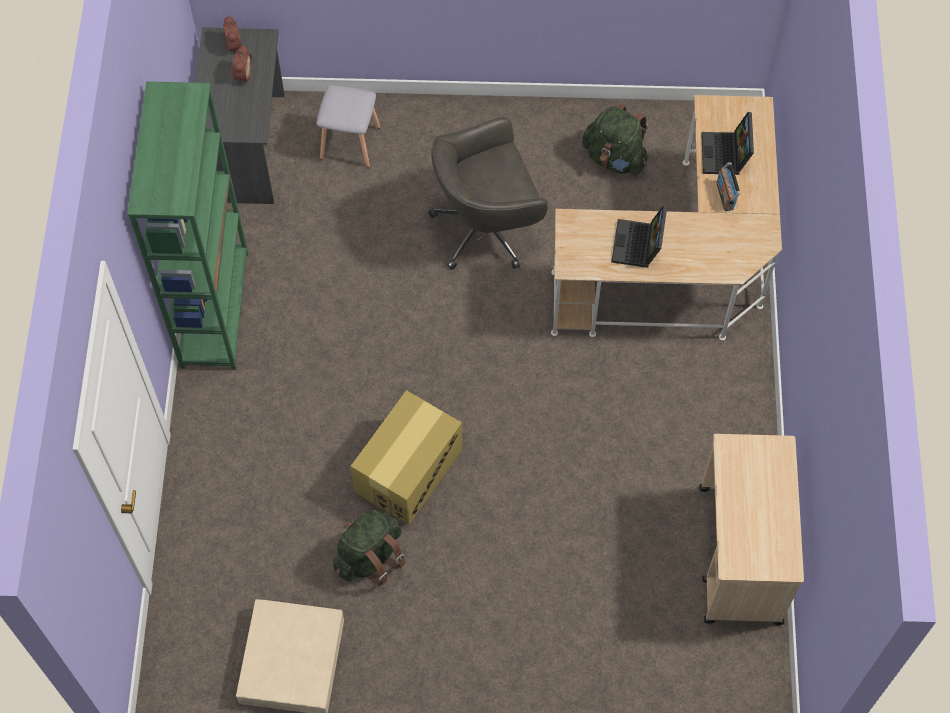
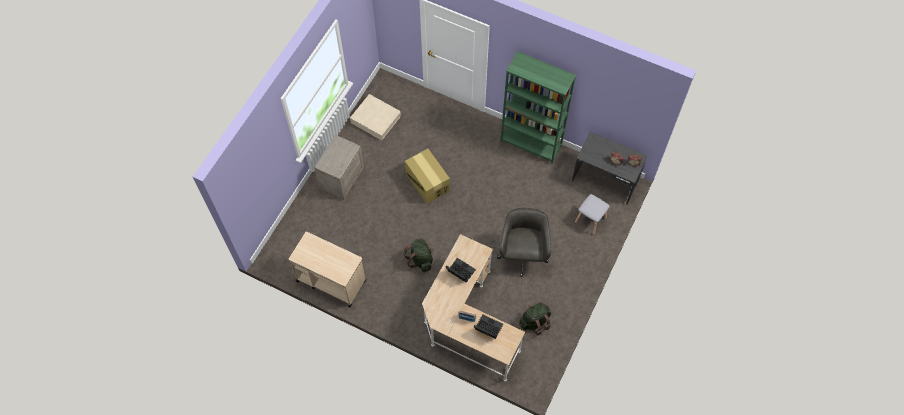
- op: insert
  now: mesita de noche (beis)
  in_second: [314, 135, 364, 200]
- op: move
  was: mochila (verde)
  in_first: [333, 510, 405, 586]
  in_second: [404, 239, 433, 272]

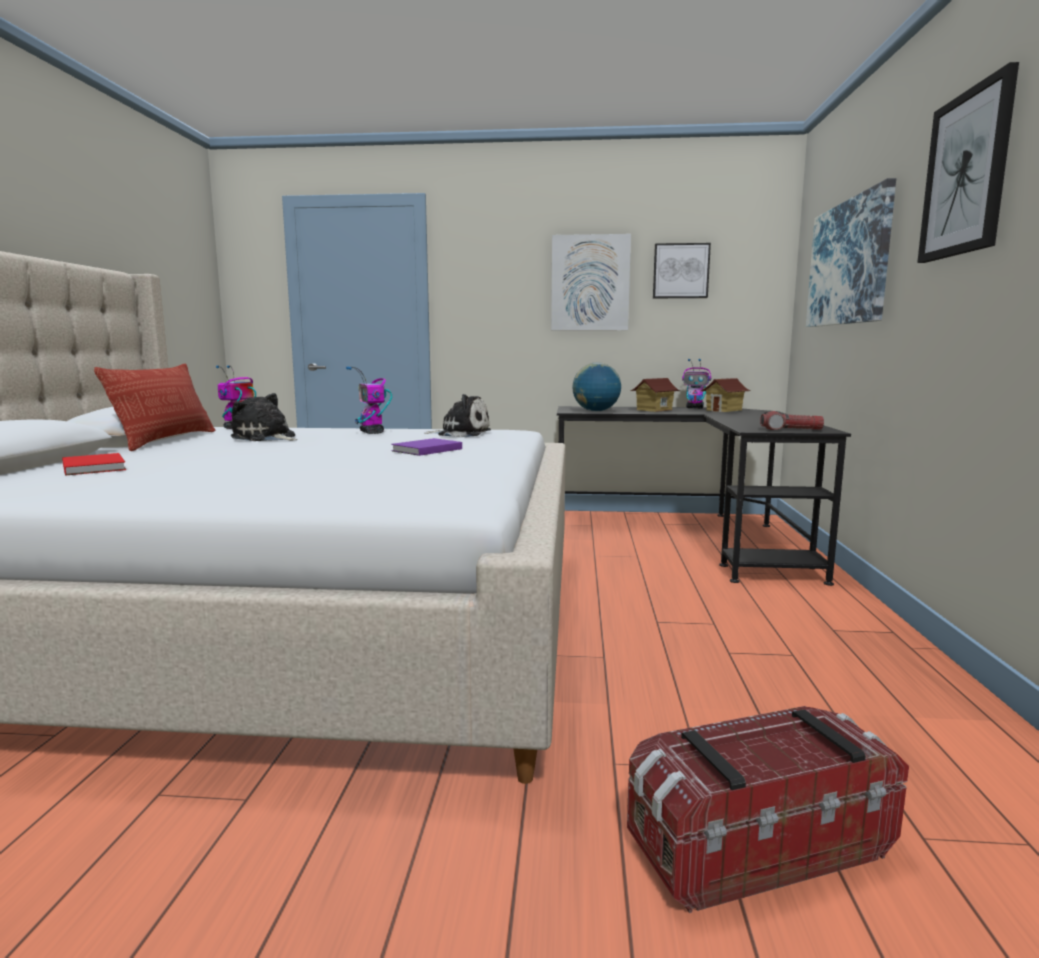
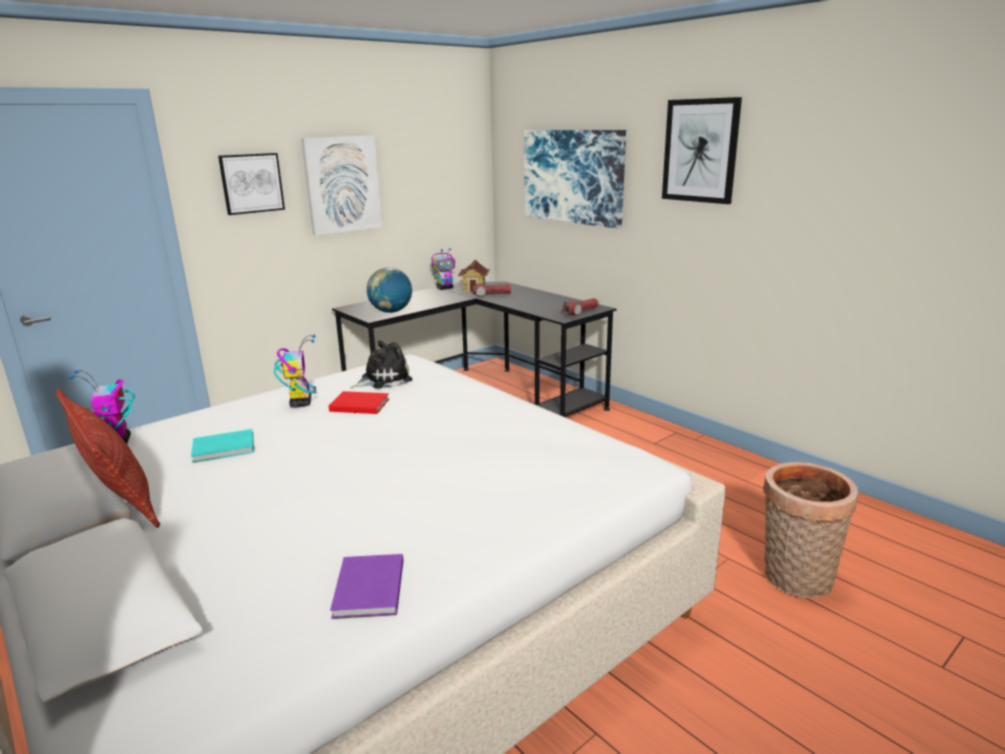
- op: replace
  was: peluche
  now: libro (turquesa)
  in_first: [231, 393, 297, 441]
  in_second: [191, 429, 254, 463]
- op: move
  was: cuadro
  in_first: [653, 243, 711, 298]
  in_second: [218, 153, 285, 215]
- op: rotate
  was: robot de juguete
  in_first: [346, 366, 392, 434]
  in_second: [274, 335, 316, 408]
  clockwise: -120
- op: move
  was: libro (rojo)
  in_first: [62, 453, 126, 476]
  in_second: [329, 391, 389, 414]
- op: move
  was: libro (morado)
  in_first: [391, 438, 462, 456]
  in_second: [330, 554, 403, 619]
- op: insert
  now: linterna
  in_second: [472, 284, 511, 297]
- op: replace
  was: caja de almacenaje
  now: cesta
  in_first: [627, 706, 909, 913]
  in_second: [763, 462, 858, 598]
- op: delete
  was: casita
  in_first: [630, 378, 680, 412]

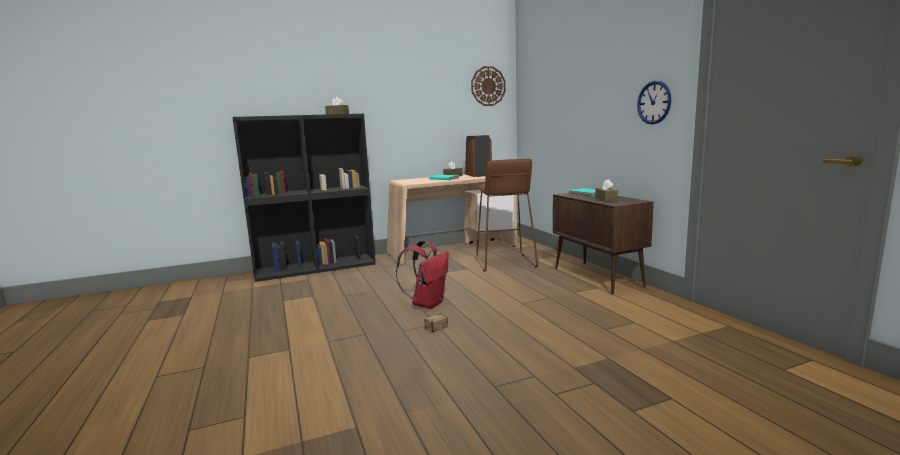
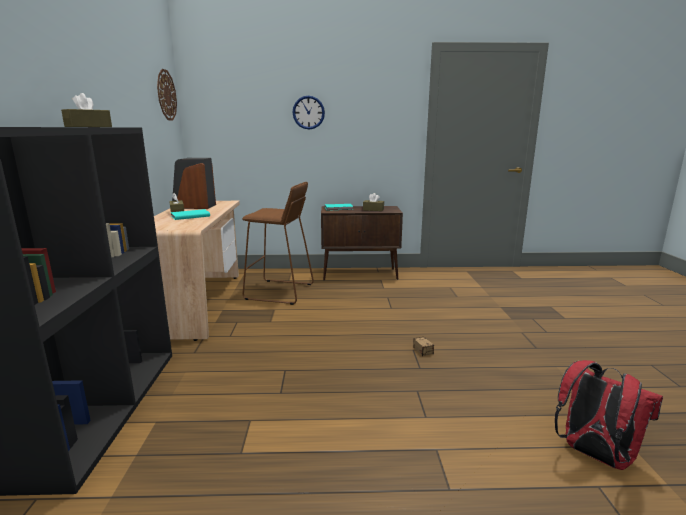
- op: move
  was: reloj de pared
  in_first: [637, 81, 671, 124]
  in_second: [293, 95, 325, 129]
- op: move
  was: mochila (rojo)
  in_first: [396, 240, 449, 309]
  in_second: [555, 360, 663, 470]

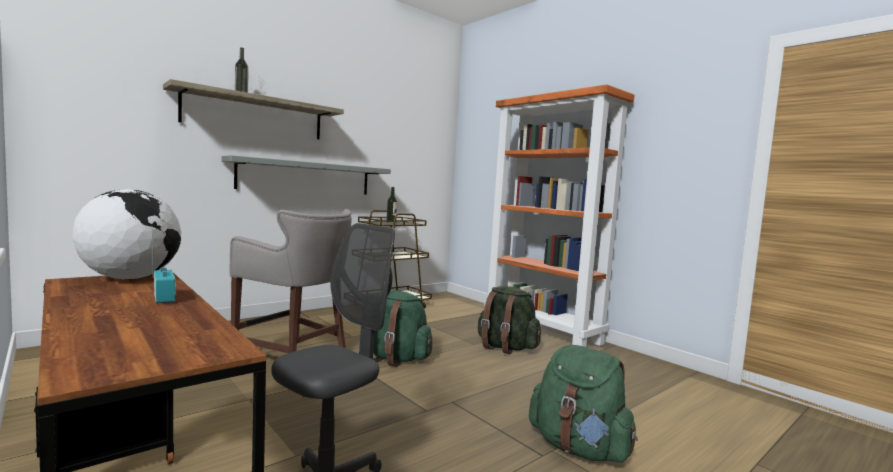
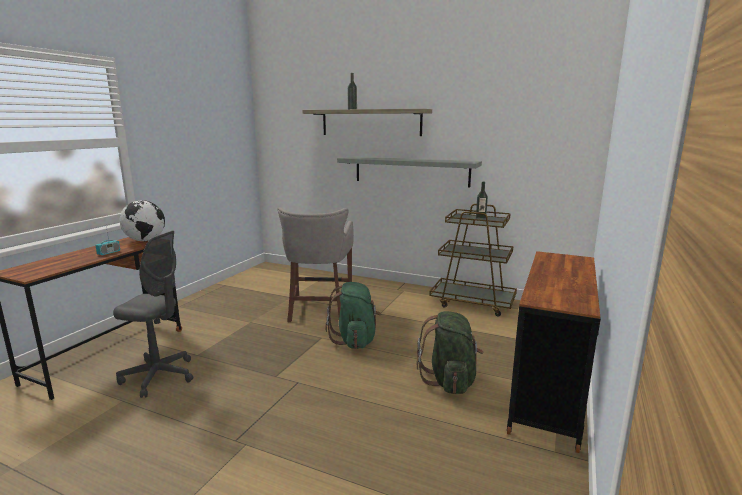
- op: replace
  was: estantería (naranja)
  now: escritorio (marrón)
  in_first: [484, 85, 634, 347]
  in_second: [507, 251, 601, 453]
- op: delete
  was: mochila (verde)
  in_first: [529, 345, 638, 463]

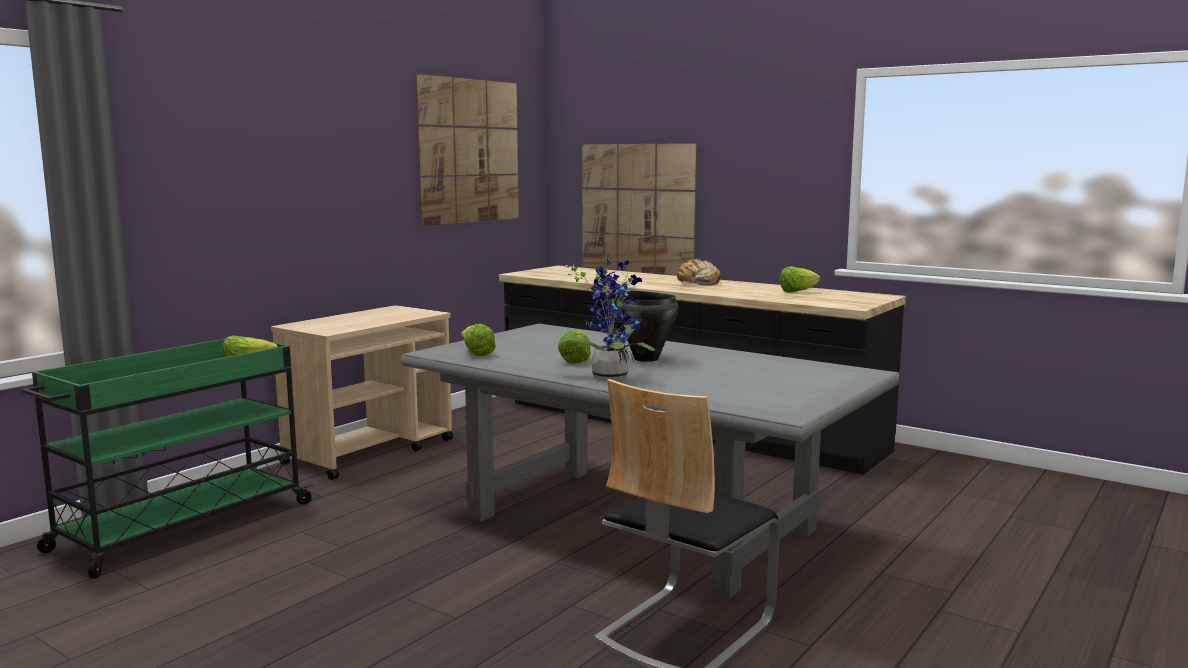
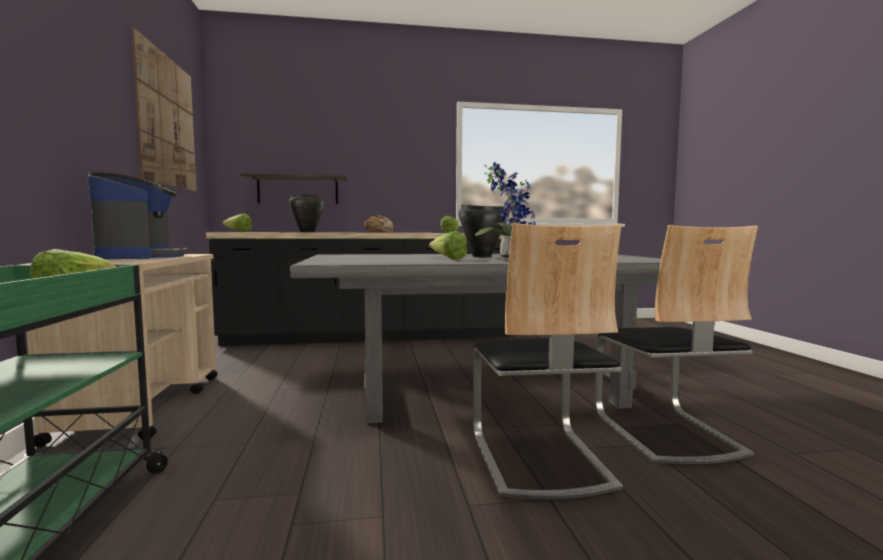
- op: insert
  now: cafetera
  in_second: [87, 172, 188, 259]
- op: move
  was: lechuga
  in_first: [461, 324, 496, 356]
  in_second: [223, 214, 252, 232]
- op: replace
  was: cuadro
  now: estante
  in_first: [582, 143, 697, 276]
  in_second: [240, 173, 348, 204]
- op: insert
  now: olla (negro)
  in_second: [289, 194, 324, 232]
- op: insert
  now: silla
  in_second: [473, 223, 623, 500]

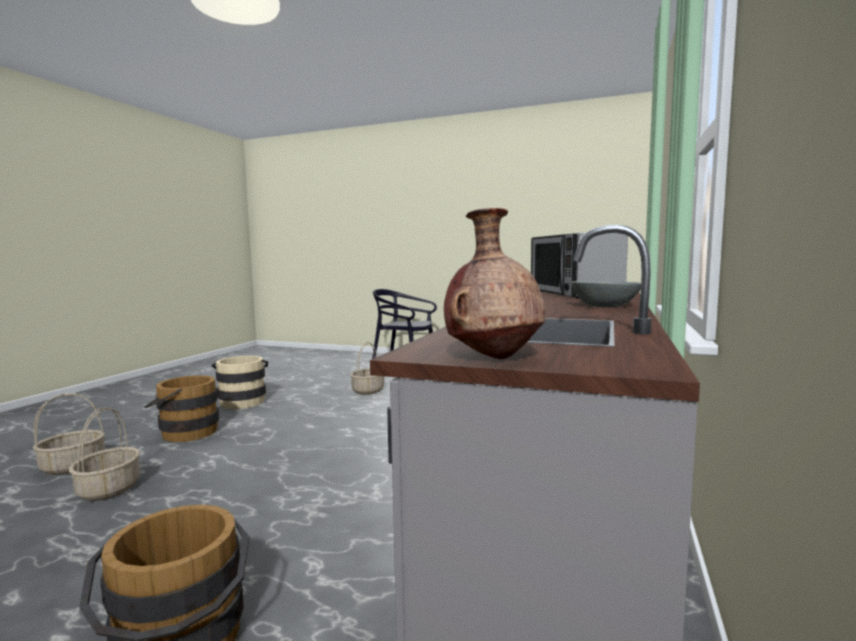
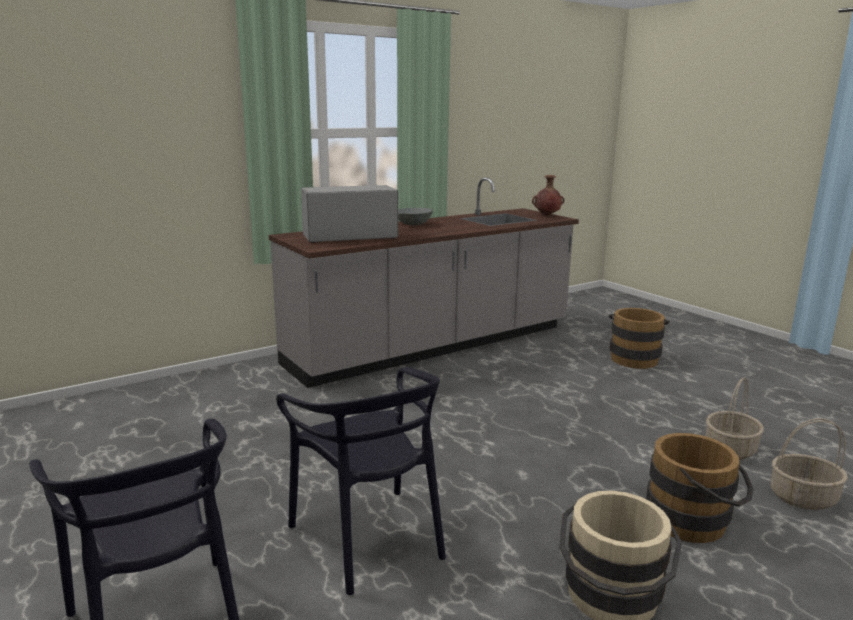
- op: replace
  was: cesta
  now: silla (negro)
  in_first: [350, 342, 384, 395]
  in_second: [276, 367, 446, 595]
- op: rotate
  was: microondas
  in_first: [531, 233, 628, 299]
  in_second: [301, 185, 398, 243]
  clockwise: -135

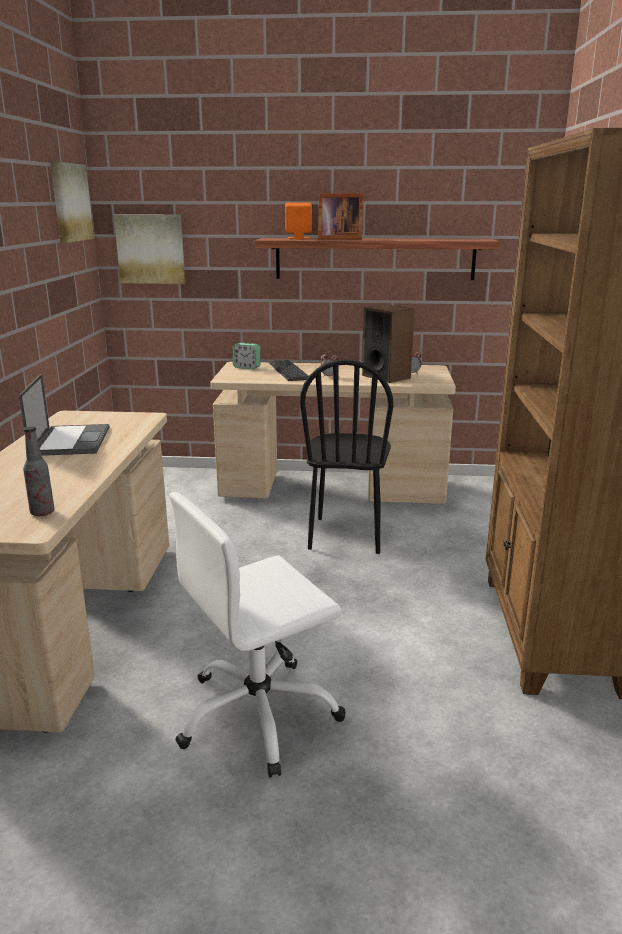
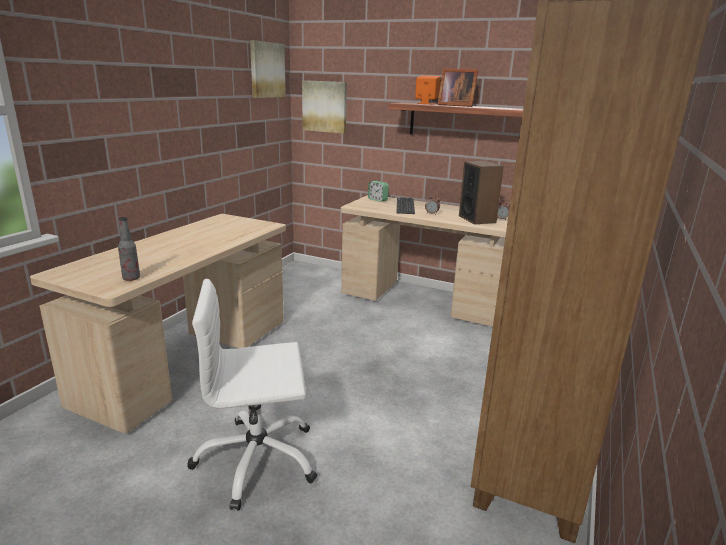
- op: delete
  was: portátil
  in_first: [19, 374, 110, 456]
- op: delete
  was: silla (negro)
  in_first: [300, 359, 393, 554]

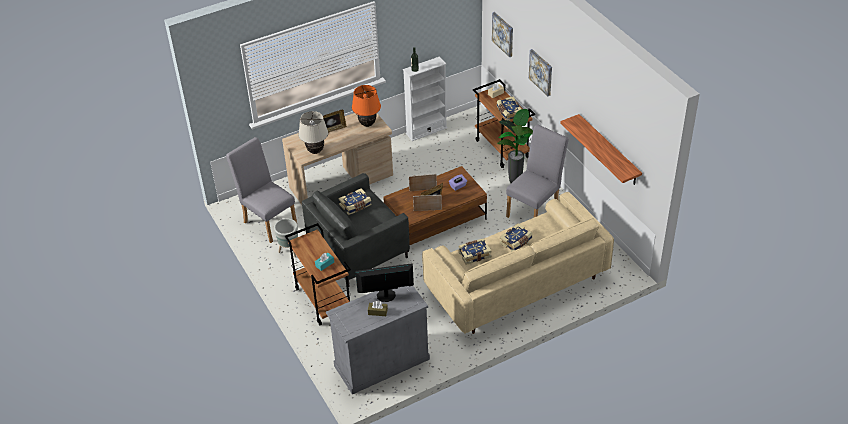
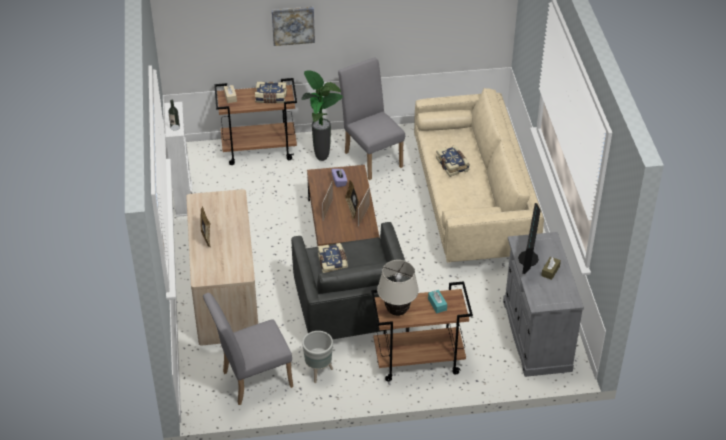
- op: move
  was: lámpara de mesa (beis)
  in_first: [298, 111, 328, 154]
  in_second: [377, 260, 419, 316]
- op: delete
  was: lámpara de mesa (naranja)
  in_first: [352, 85, 381, 127]
- op: delete
  was: libro
  in_first: [458, 238, 492, 265]
- op: delete
  was: cuadro
  in_first: [492, 12, 513, 57]
- op: delete
  was: estante
  in_first: [560, 114, 642, 185]

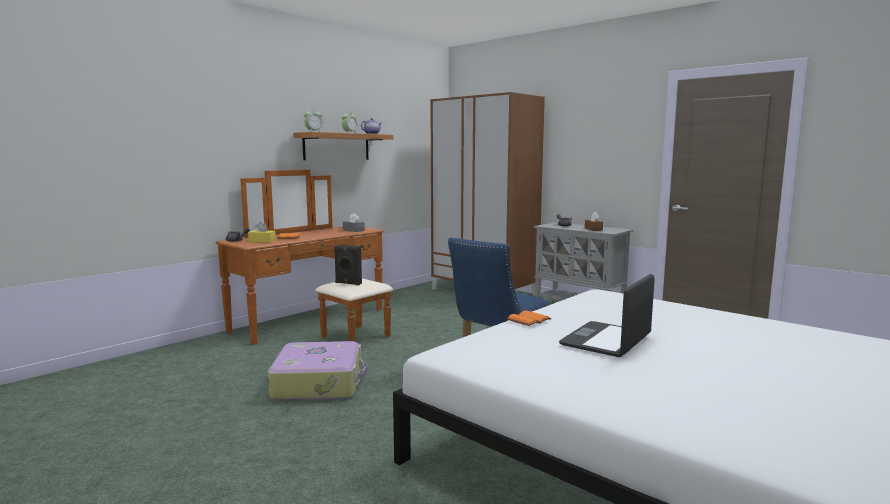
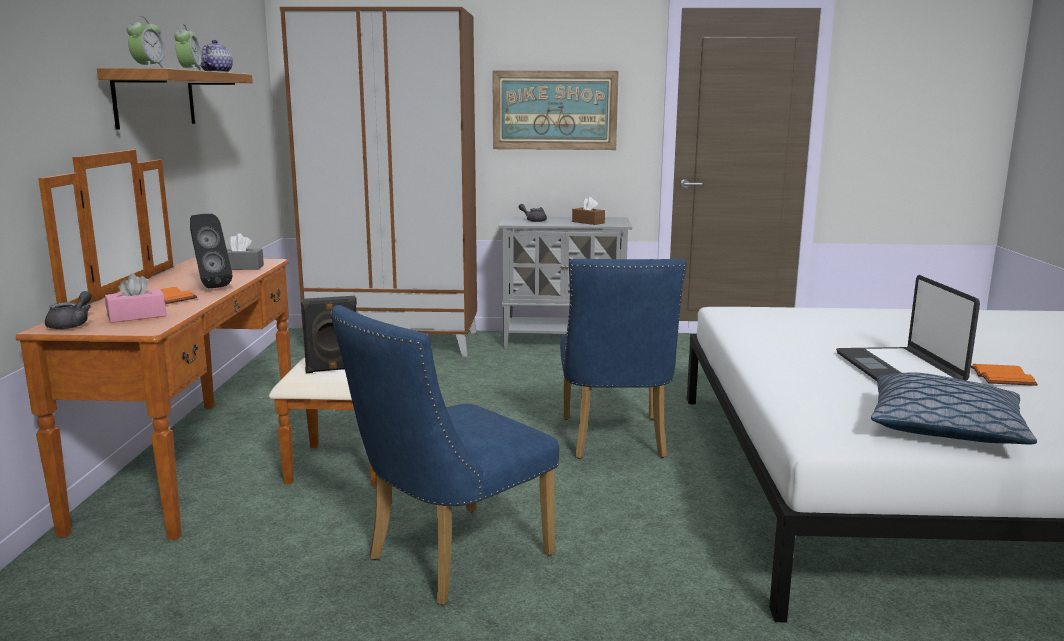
- op: recolor
  was: caja de pañuelos (amarillo)
  now: caja de pañuelos (rosa)
  in_first: [248, 222, 276, 243]
  in_second: [105, 274, 167, 323]
- op: insert
  now: altavoz (negro)
  in_second: [190, 214, 232, 288]
- op: replace
  was: maleta
  now: silla (azul)
  in_first: [268, 341, 367, 401]
  in_second: [331, 305, 559, 605]
- op: insert
  now: cuadro
  in_second: [492, 70, 619, 150]
- op: insert
  now: cojín
  in_second: [871, 372, 1037, 445]
- op: move
  was: libro (naranja)
  in_first: [506, 311, 551, 326]
  in_second: [971, 364, 1038, 386]

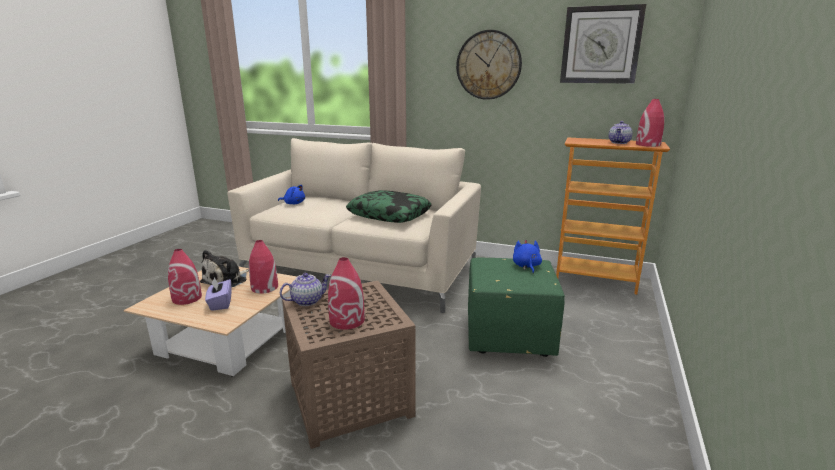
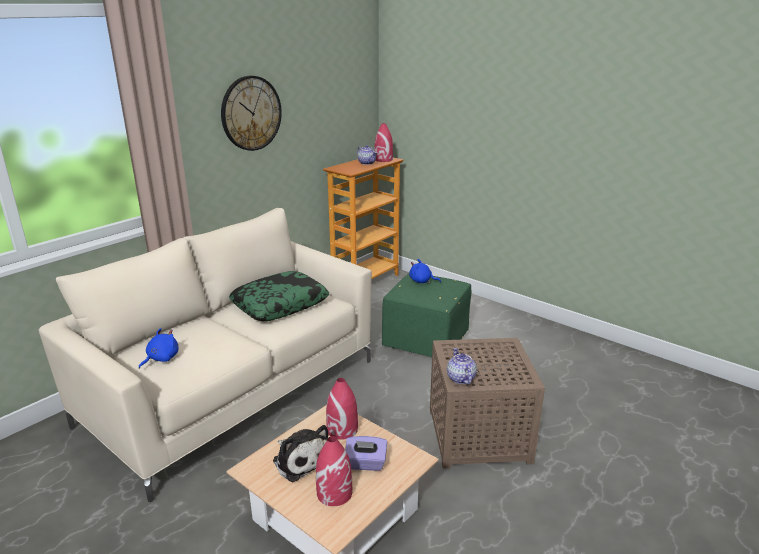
- op: delete
  was: florero (rojo)
  in_first: [328, 257, 365, 330]
- op: delete
  was: reloj de pared
  in_first: [560, 4, 646, 84]

